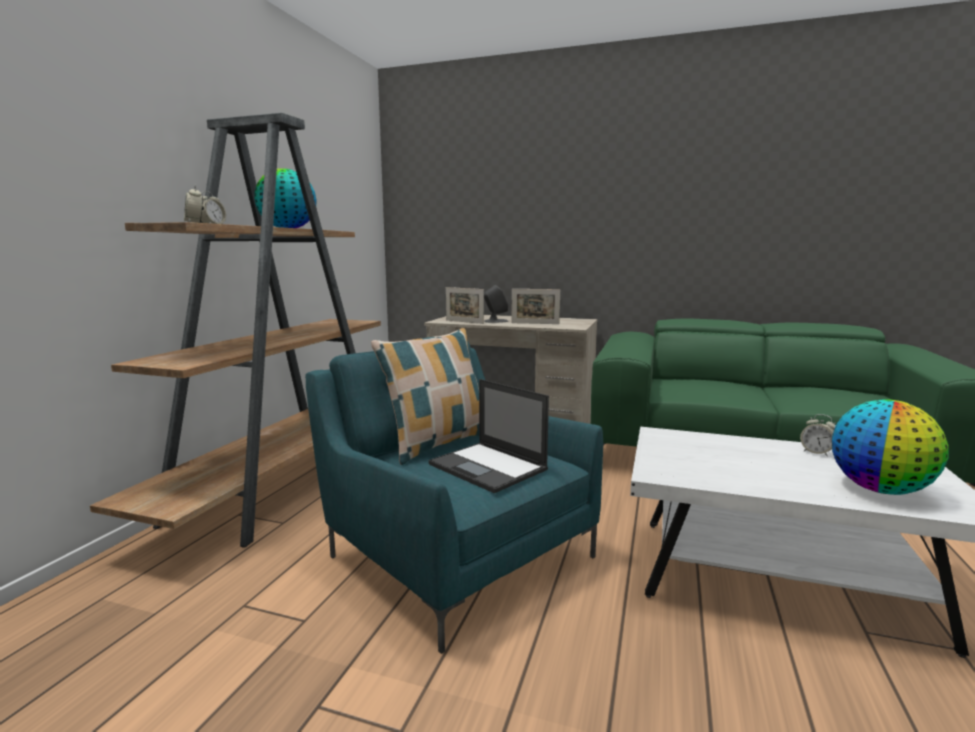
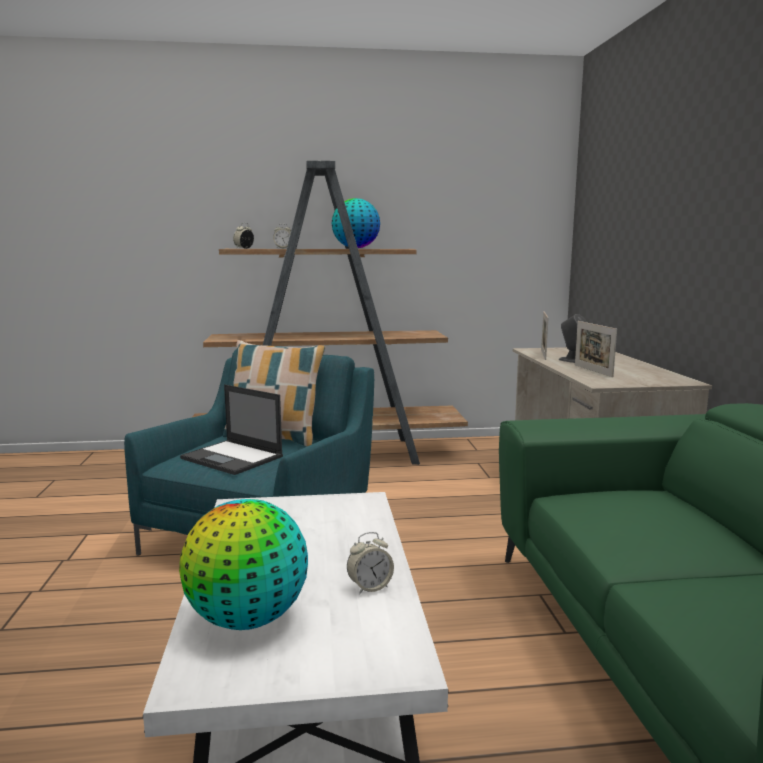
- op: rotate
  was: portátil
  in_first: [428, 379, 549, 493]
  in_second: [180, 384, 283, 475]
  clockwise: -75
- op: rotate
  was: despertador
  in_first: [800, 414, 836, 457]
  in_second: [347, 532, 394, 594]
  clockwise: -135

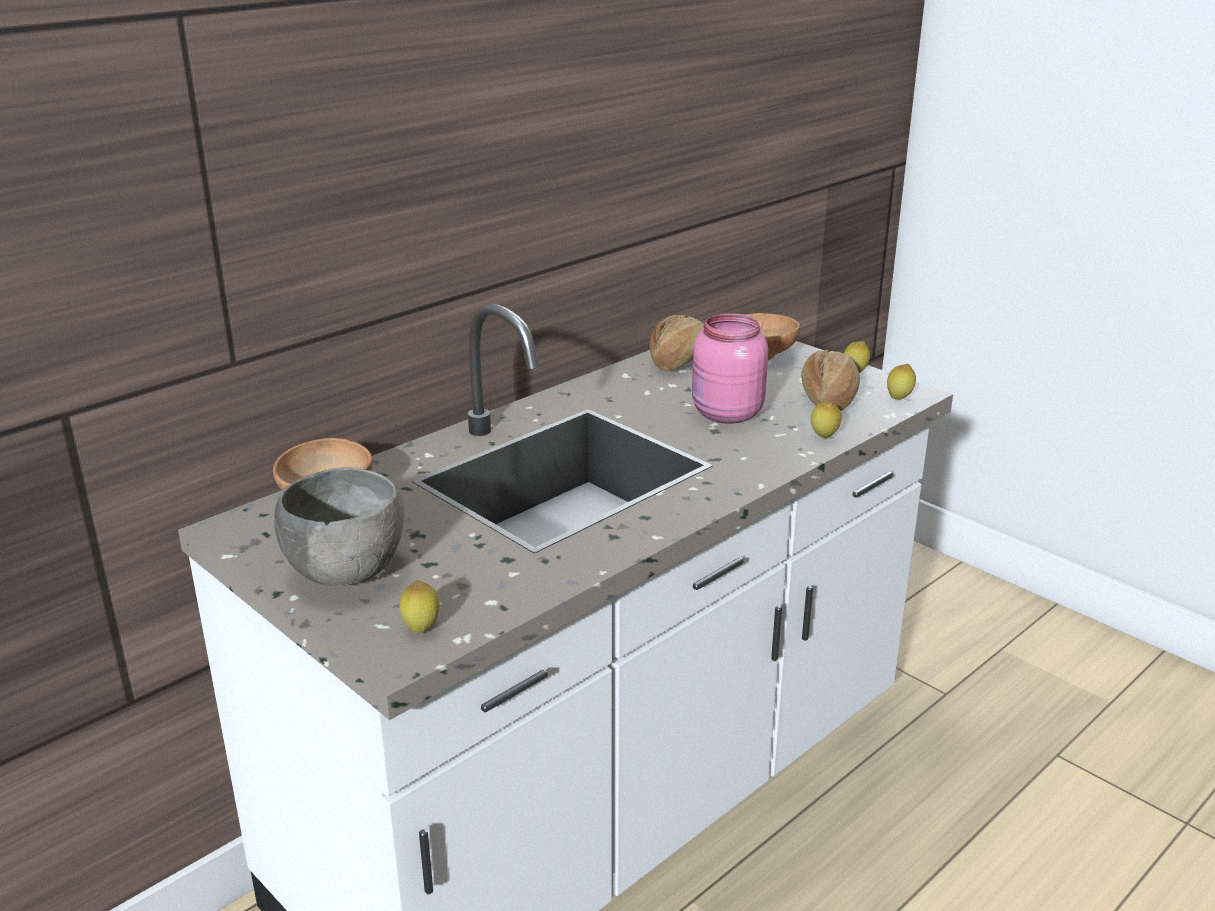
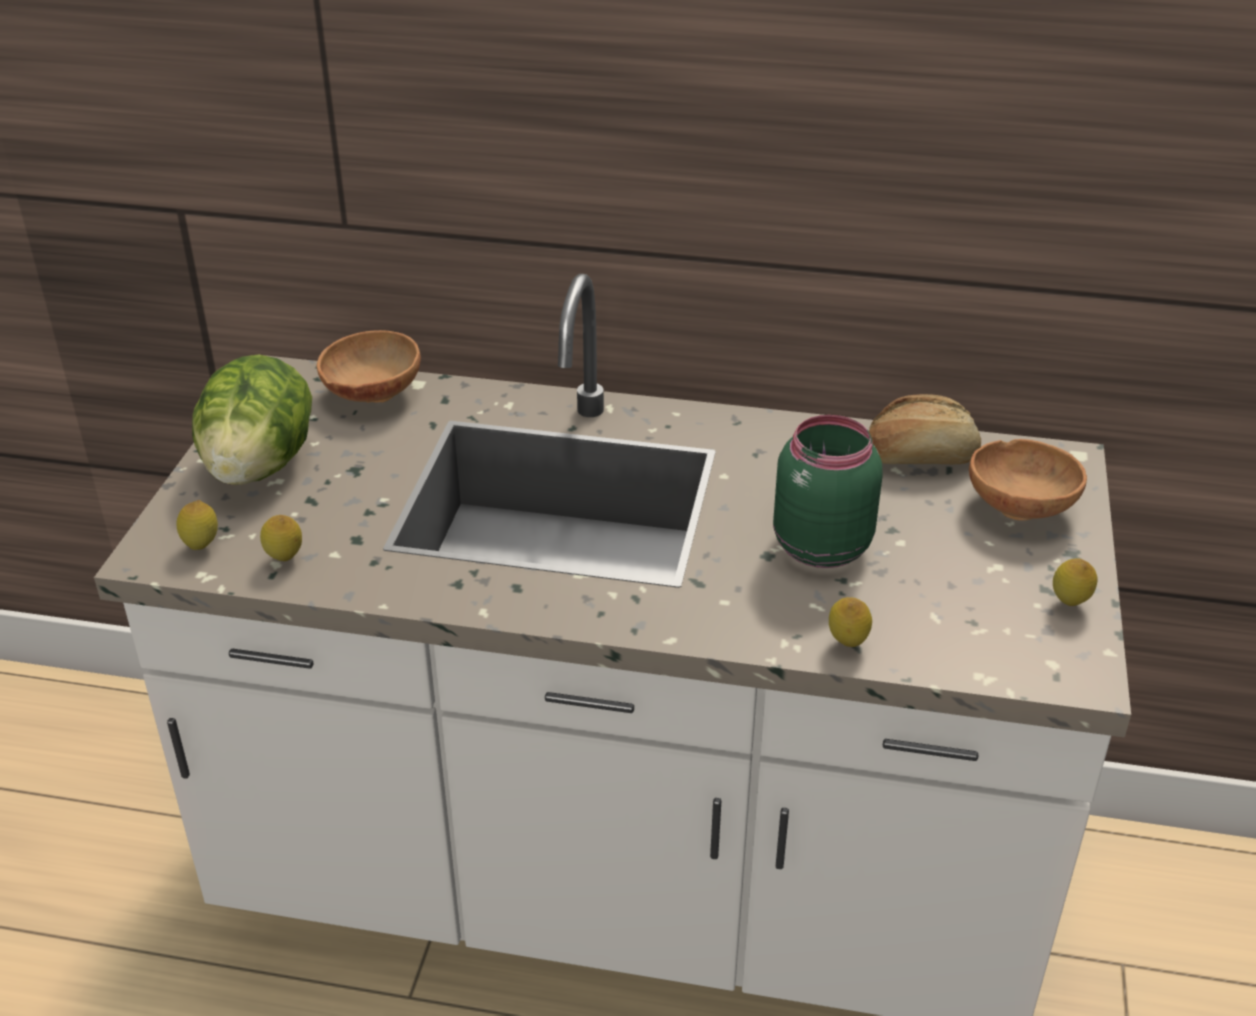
- op: replace
  was: cuenco (gris)
  now: lechuga
  in_first: [274, 467, 404, 586]
  in_second: [192, 354, 312, 485]
- op: move
  was: limón
  in_first: [887, 364, 916, 400]
  in_second: [260, 515, 302, 561]
- op: recolor
  was: tarro (rosa)
  now: tarro (verde)
  in_first: [692, 313, 768, 424]
  in_second: [773, 415, 882, 568]
- op: delete
  was: pan
  in_first: [801, 350, 860, 411]

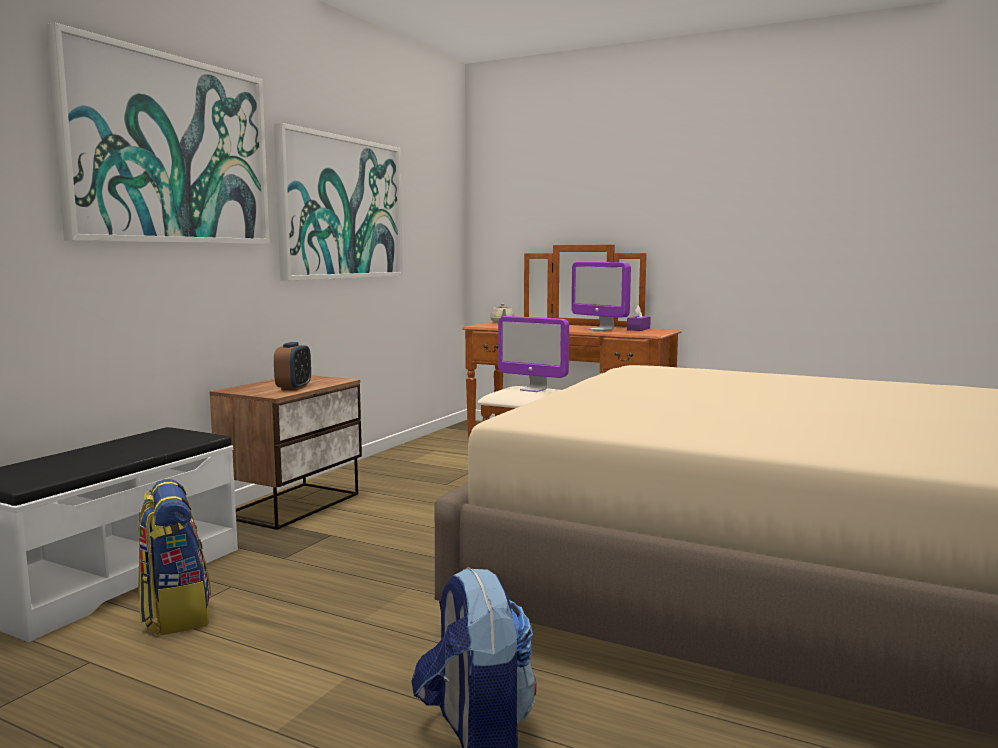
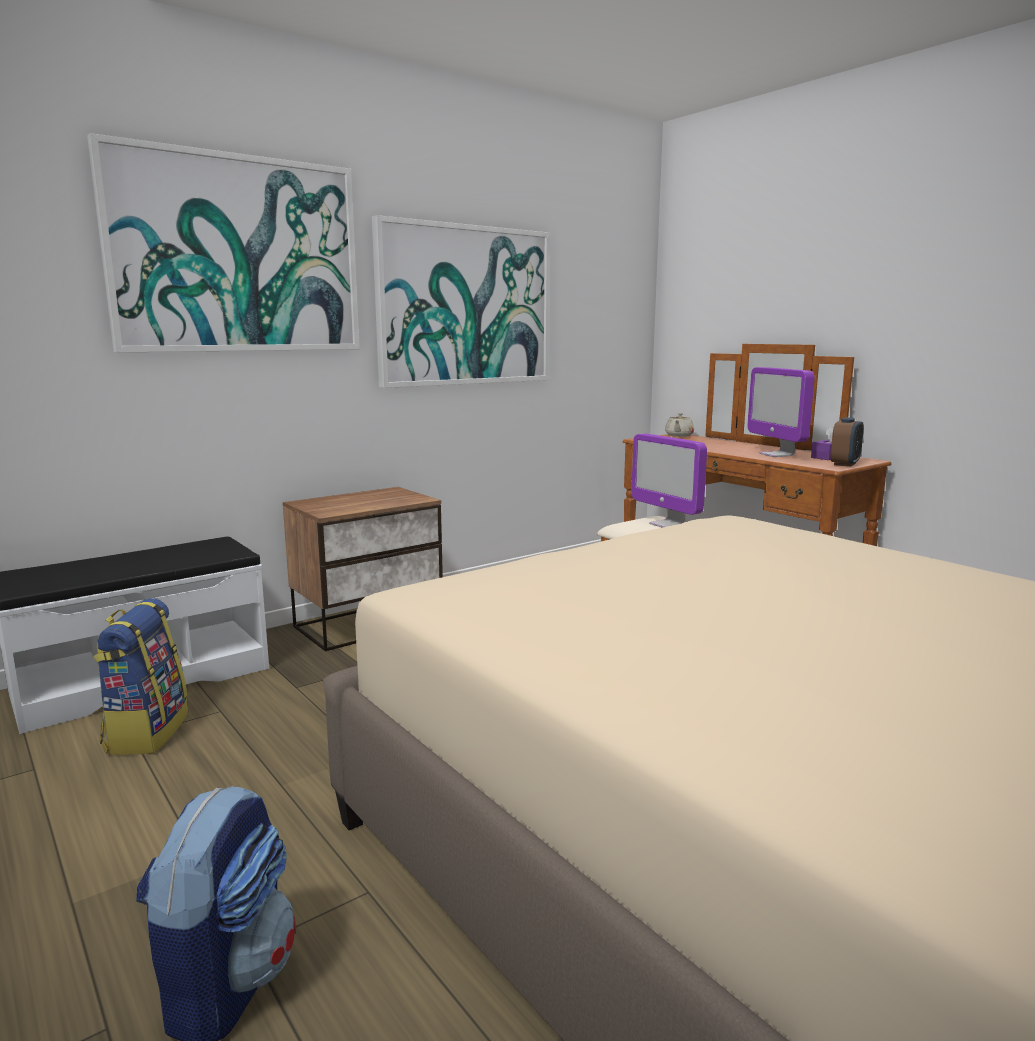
- op: move
  was: despertador
  in_first: [274, 342, 311, 391]
  in_second: [831, 417, 864, 467]

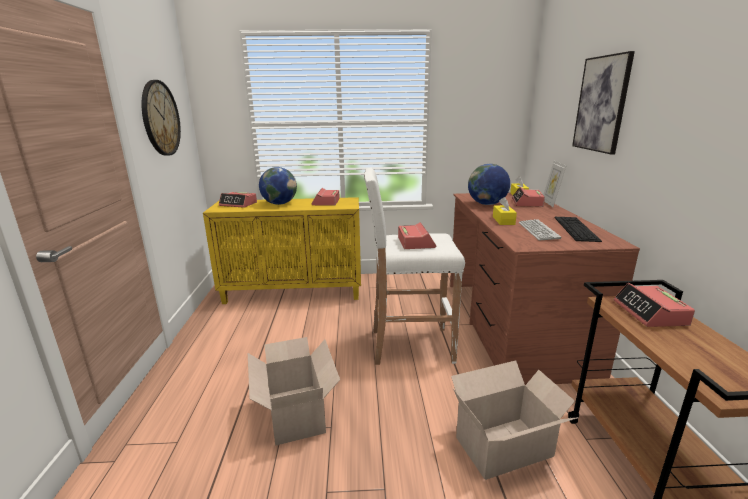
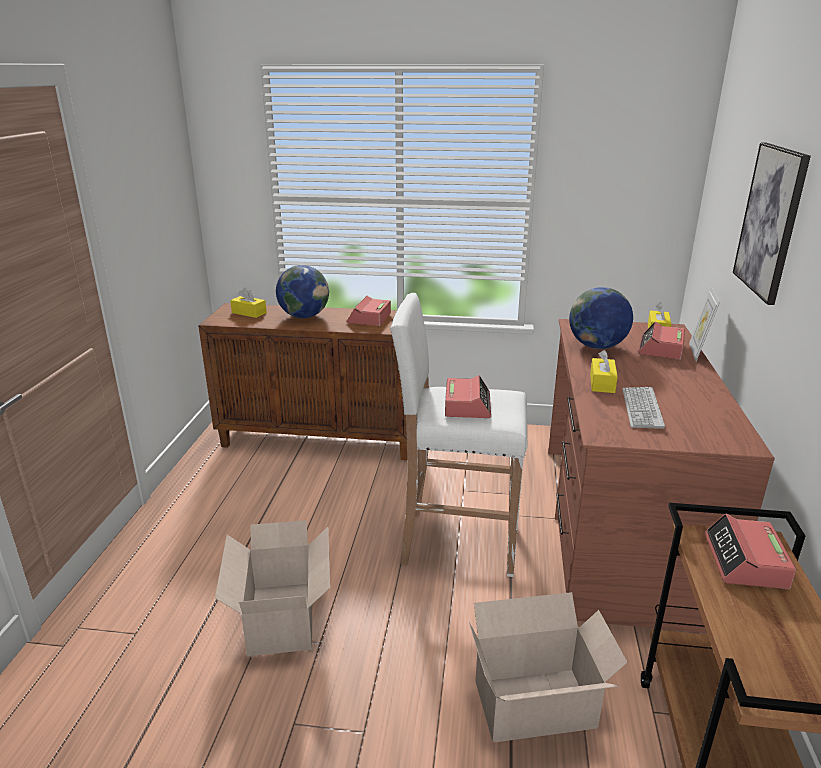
- op: recolor
  was: armario (amarillo)
  now: armario (marrón)
  in_first: [203, 197, 361, 304]
  in_second: [198, 303, 407, 460]
- op: replace
  was: despertador
  now: caja de pañuelos (amarillo)
  in_first: [219, 192, 257, 208]
  in_second: [230, 288, 267, 318]
- op: delete
  was: reloj de pared
  in_first: [142, 80, 181, 156]
- op: delete
  was: teclado
  in_first: [555, 217, 602, 242]

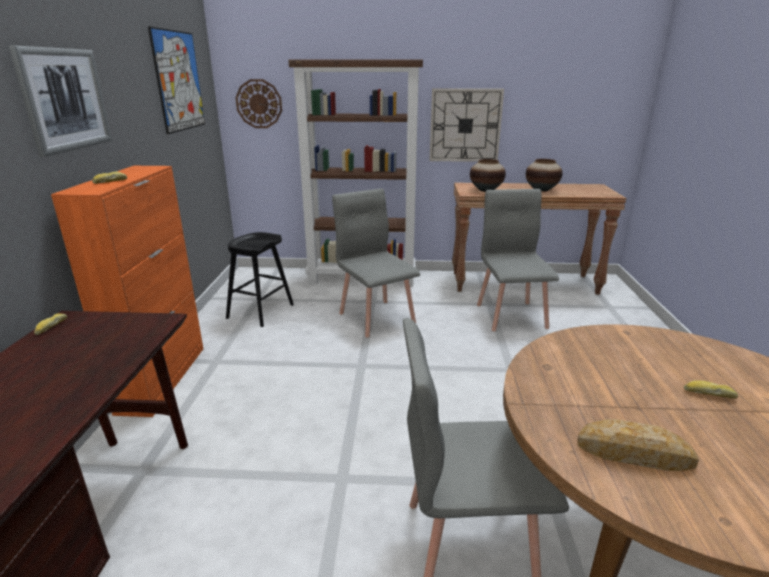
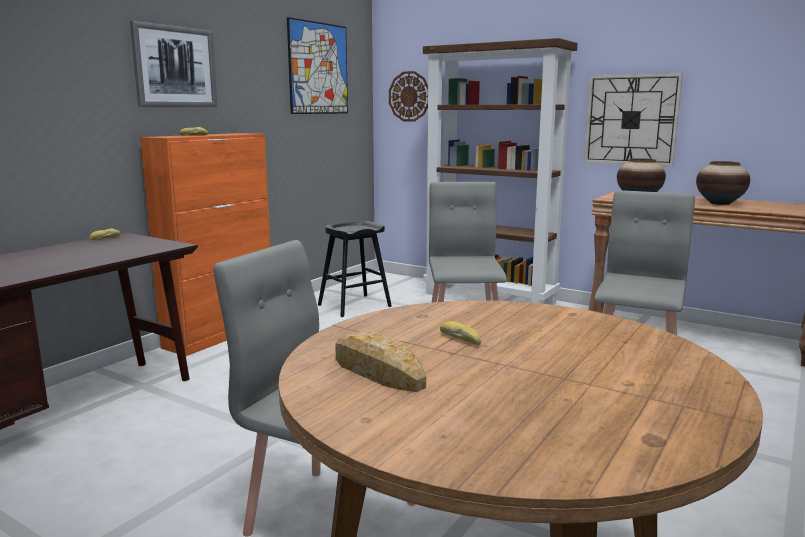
- op: move
  was: pan
  in_first: [684, 380, 738, 399]
  in_second: [440, 321, 481, 345]

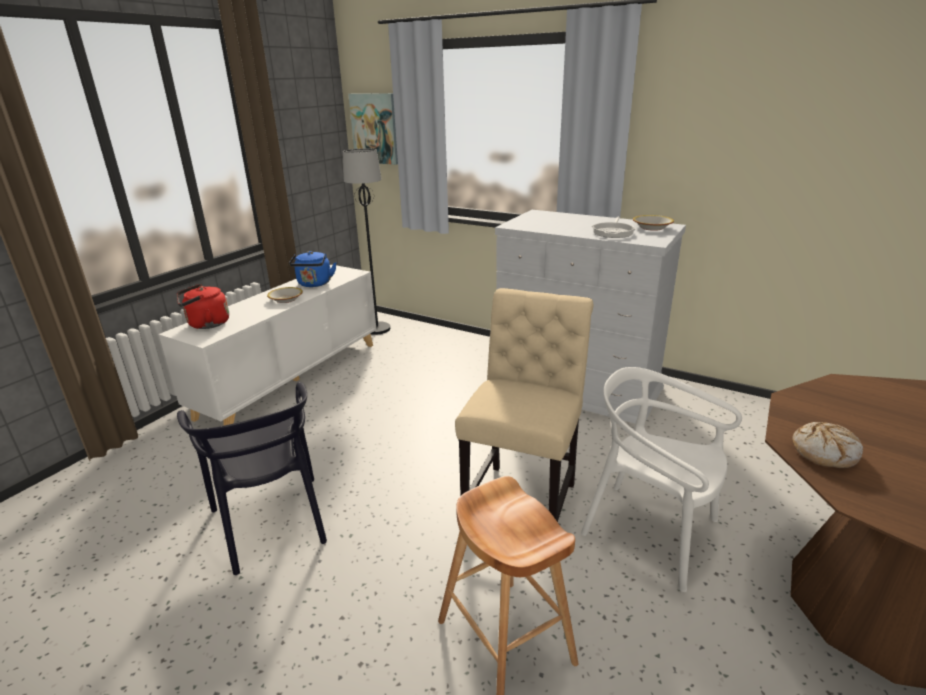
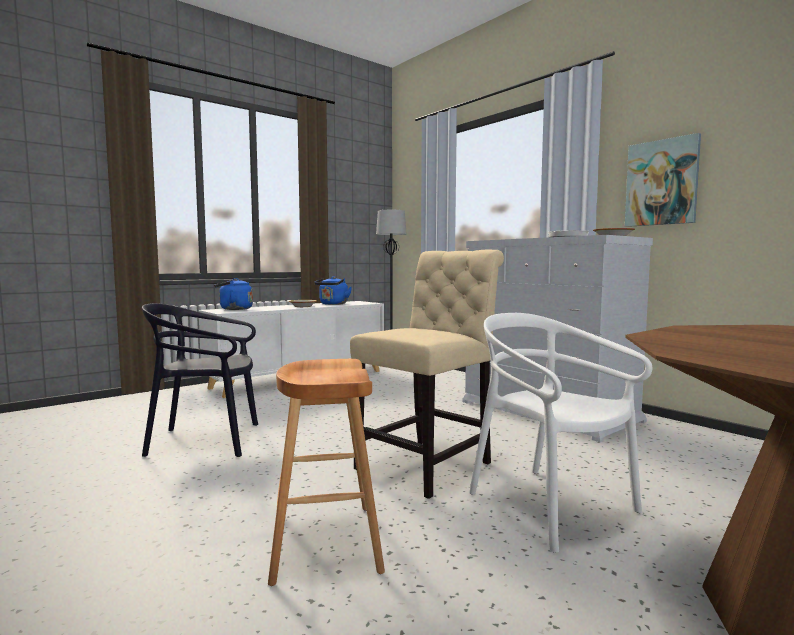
- op: rotate
  was: silla (negro)
  in_first: [177, 382, 327, 575]
  in_second: [142, 303, 258, 457]
  clockwise: 90
- op: recolor
  was: hervidor (rojo)
  now: hervidor (azul)
  in_first: [177, 284, 229, 329]
  in_second: [214, 278, 253, 310]
- op: move
  was: cuadro
  in_first: [348, 93, 398, 165]
  in_second: [625, 133, 701, 227]
- op: delete
  was: pan
  in_first: [792, 422, 863, 468]

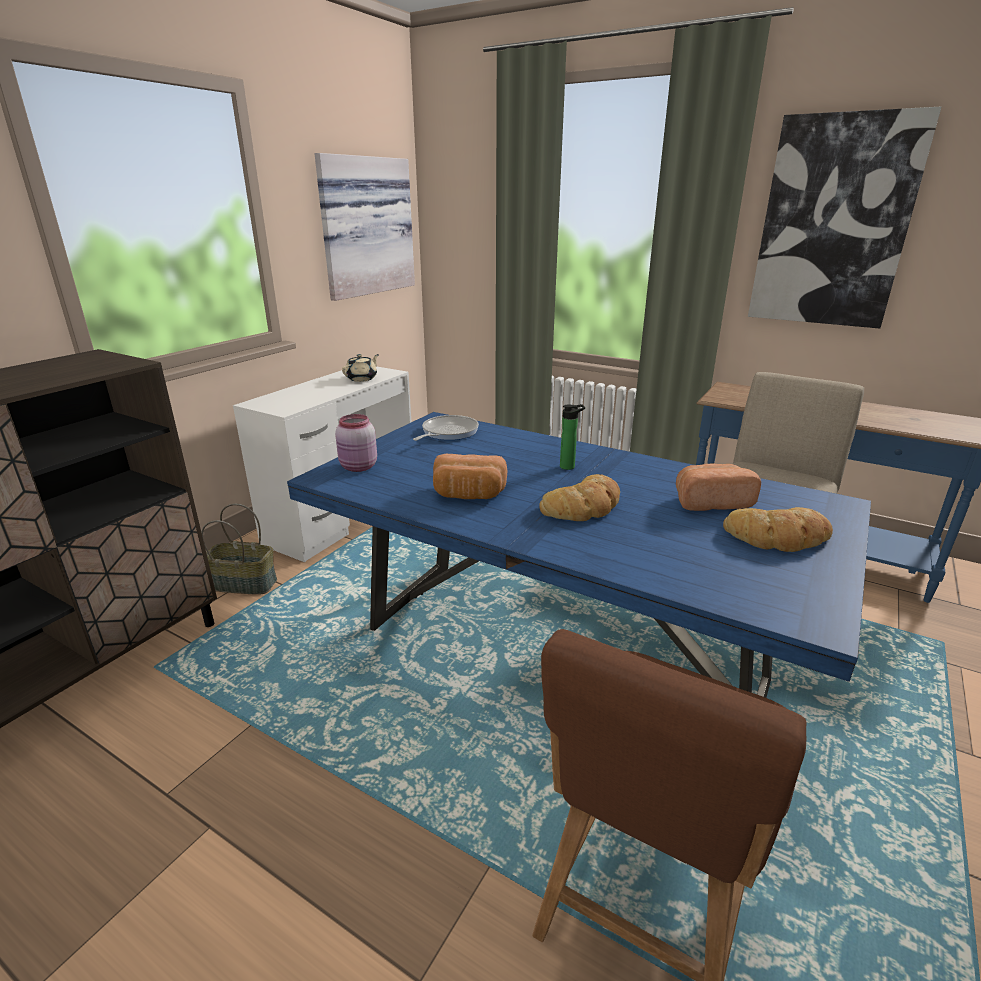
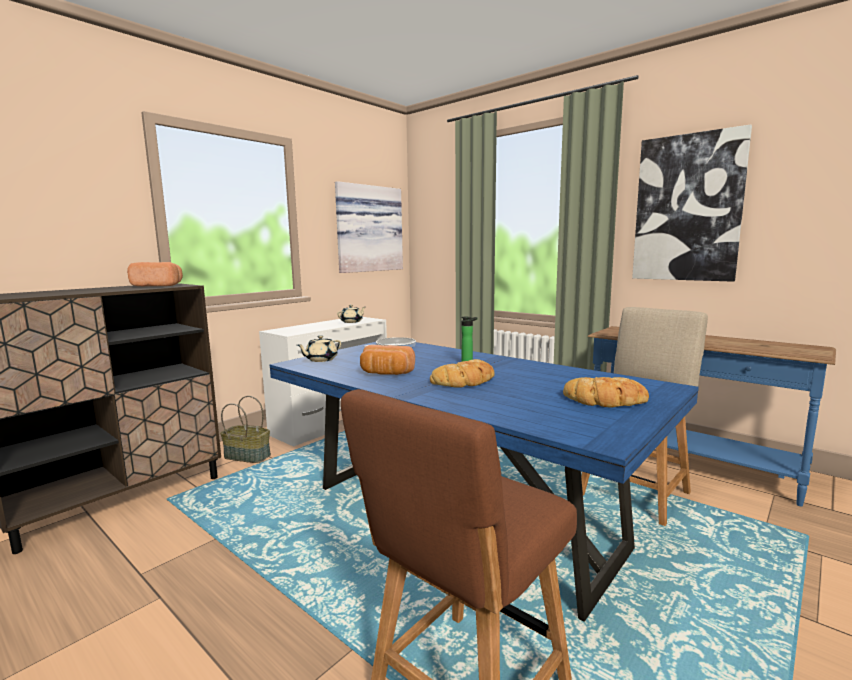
- op: move
  was: pan
  in_first: [676, 464, 761, 511]
  in_second: [127, 262, 183, 286]
- op: replace
  was: tarro (rosa)
  now: tetera (beis)
  in_first: [335, 414, 377, 472]
  in_second: [297, 335, 341, 362]

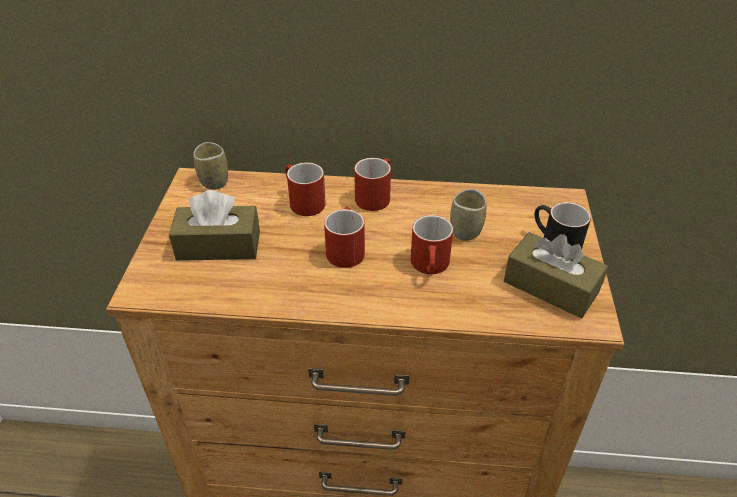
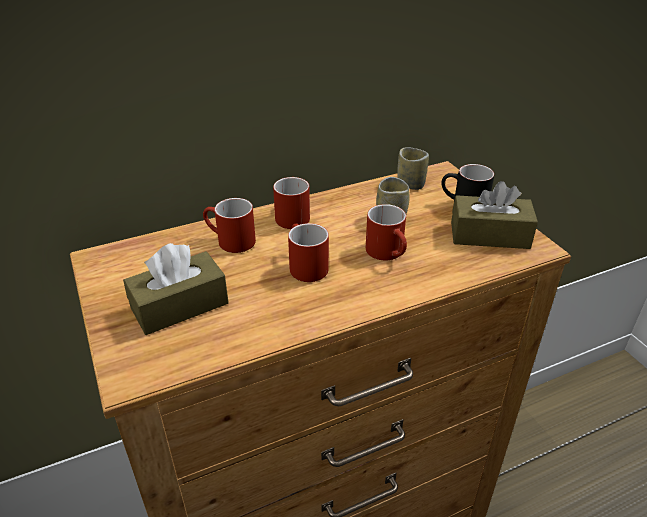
- op: move
  was: taza
  in_first: [193, 142, 228, 190]
  in_second: [397, 147, 429, 190]

